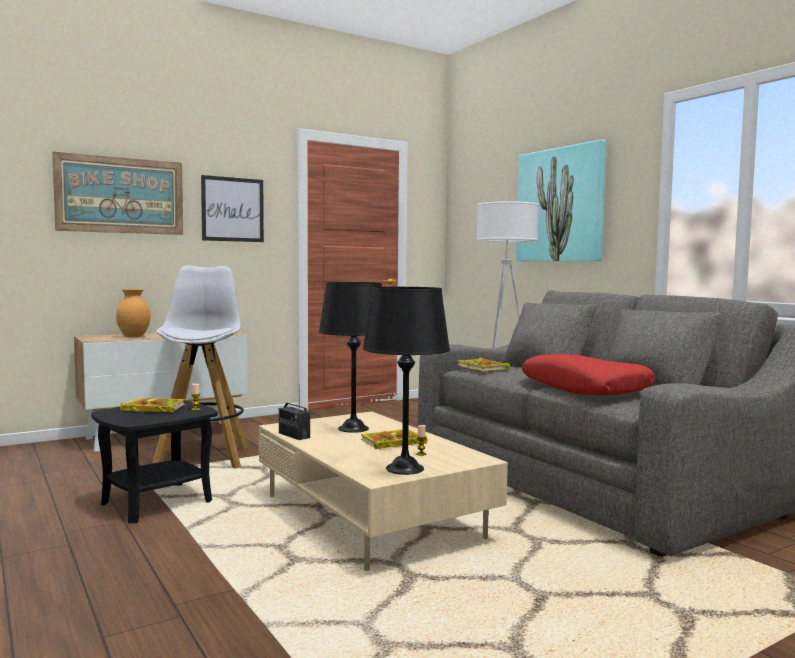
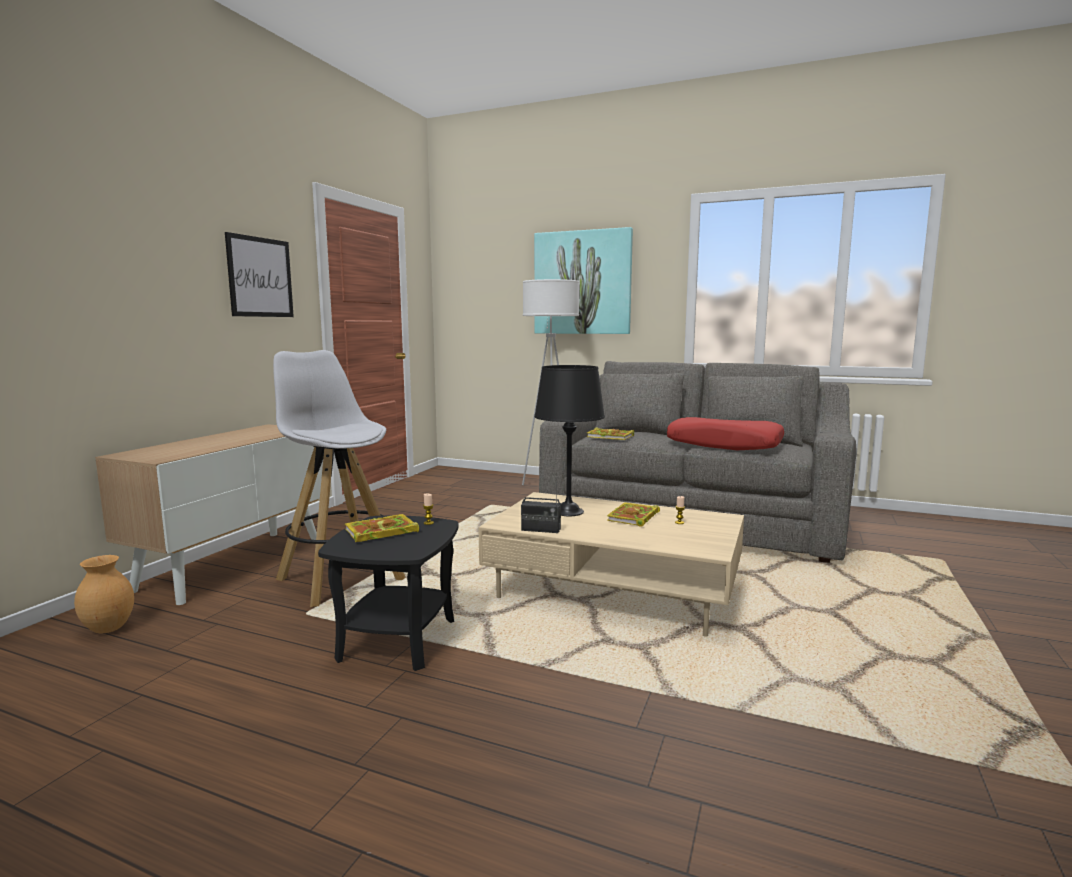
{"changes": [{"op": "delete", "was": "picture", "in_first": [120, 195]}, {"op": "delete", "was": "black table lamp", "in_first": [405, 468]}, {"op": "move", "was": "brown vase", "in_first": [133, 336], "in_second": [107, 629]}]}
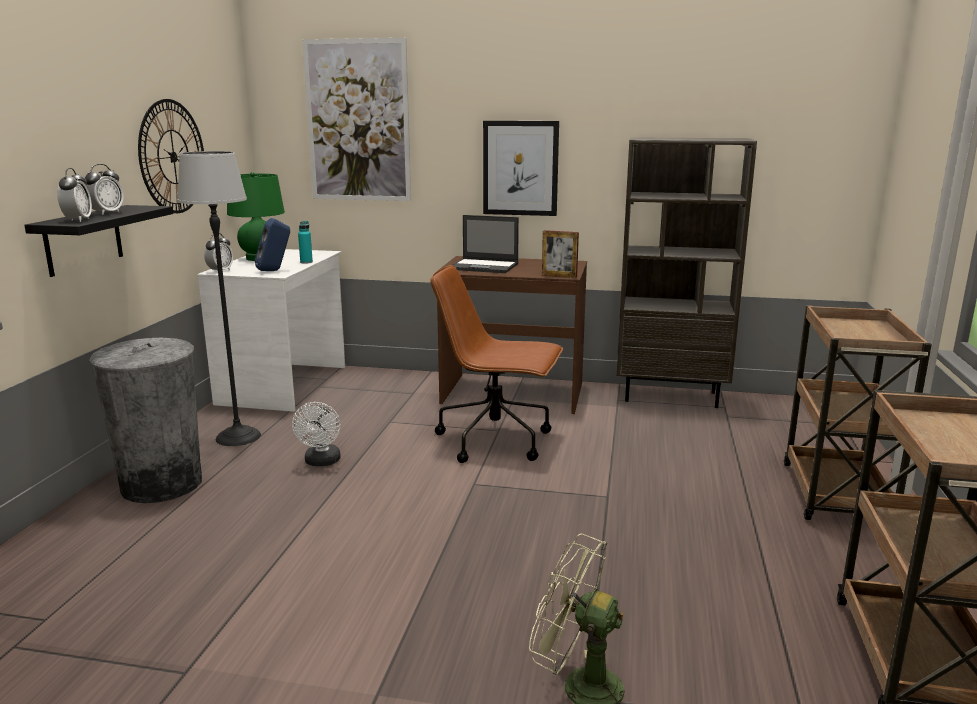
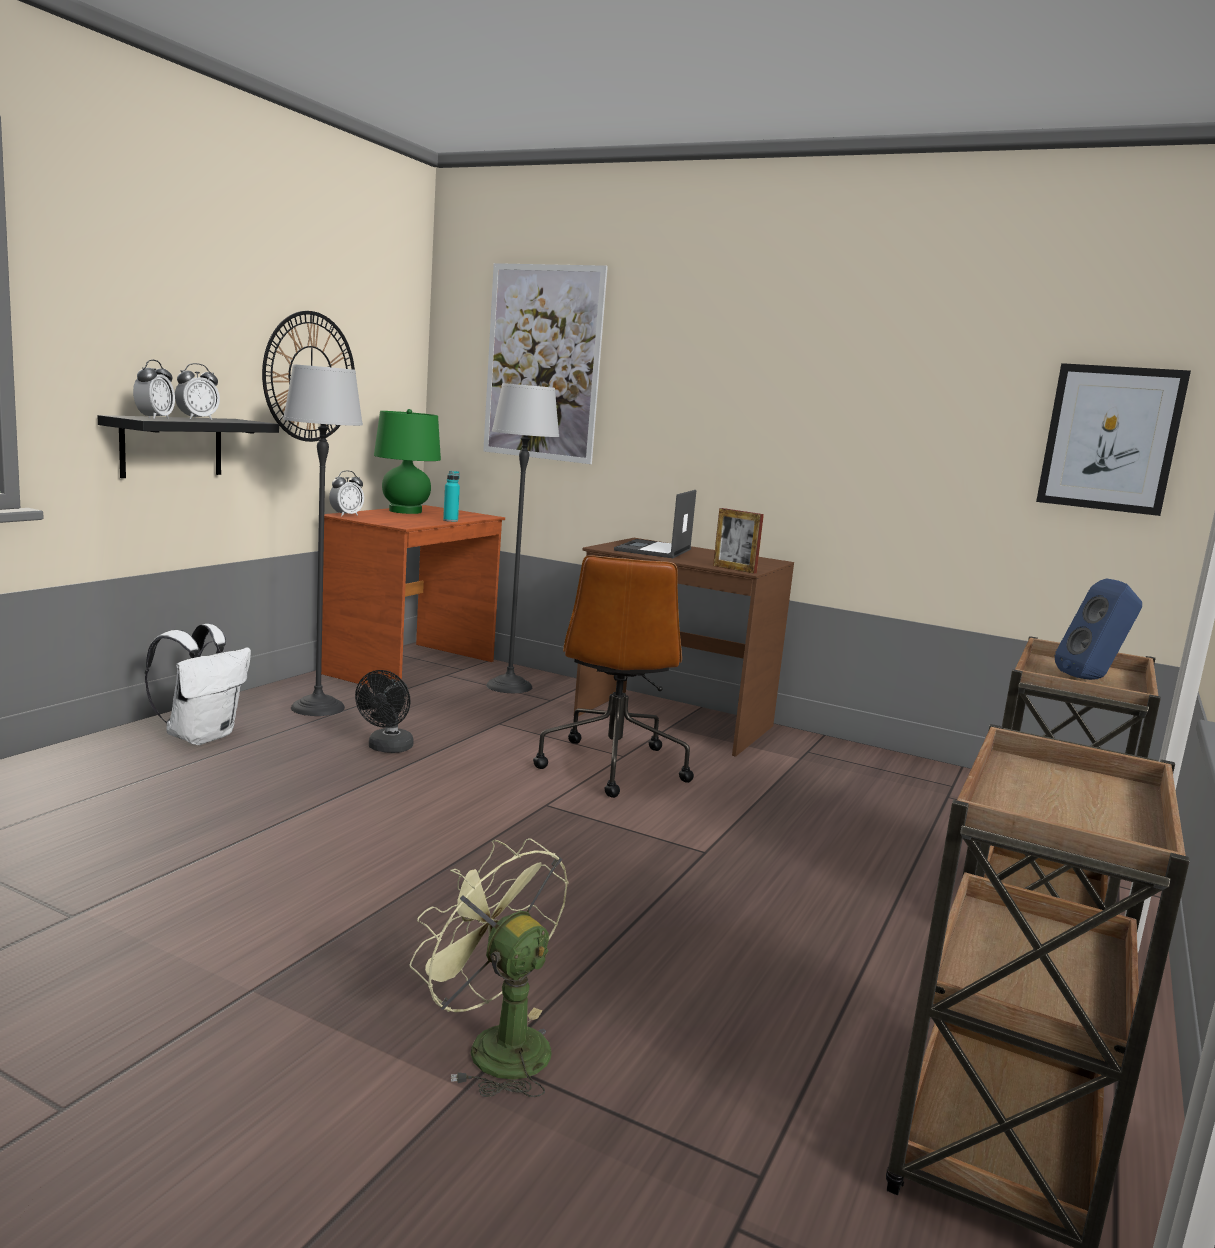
{"changes": [{"op": "move", "was": "picture", "in_first": [520, 168], "in_second": [1110, 438]}, {"op": "delete", "was": "brown bookcase", "in_first": [671, 396]}, {"op": "rotate", "was": "laptop", "in_first": [485, 266], "in_second": [653, 550], "clockwise": 75}, {"op": "move", "was": "blue speaker", "in_first": [275, 270], "in_second": [1092, 679]}, {"op": "recolor", "was": "white desk", "now": "brown desk", "in_first": [285, 385], "in_second": [410, 667]}, {"op": "rotate", "was": "brown office chair", "in_first": [496, 440], "in_second": [612, 766], "clockwise": -120}, {"op": "replace", "was": "grey trash can", "now": "white backpack", "in_first": [162, 484], "in_second": [201, 736]}, {"op": "recolor", "was": "white fan", "now": "black fan", "in_first": [321, 462], "in_second": [387, 749]}, {"op": "insert", "now": "floor lamp", "in_second": [509, 686]}]}
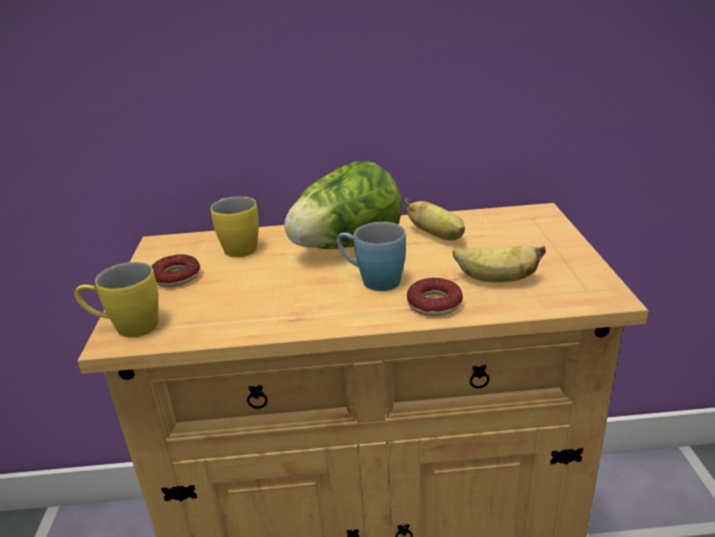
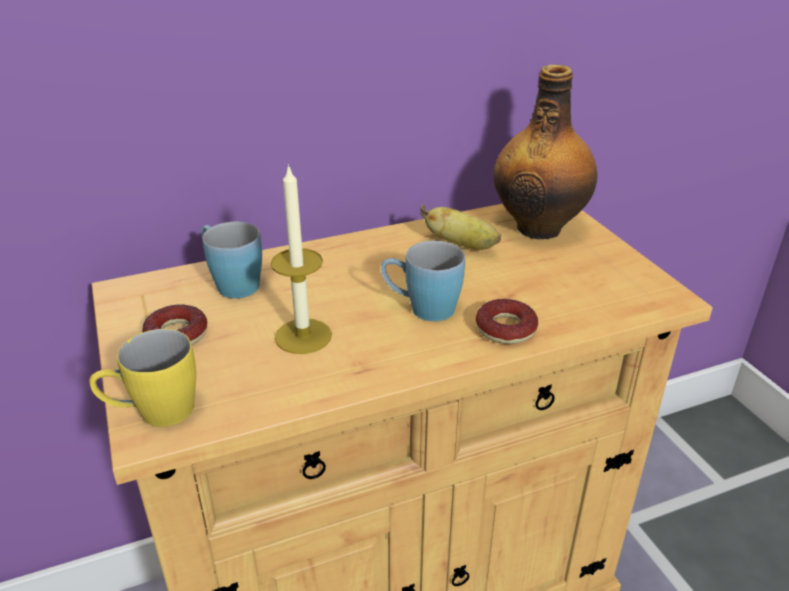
{"changes": [{"op": "delete", "was": "lettuce", "in_first": [347, 246]}, {"op": "recolor", "was": "yellow mug", "now": "blue mug", "in_first": [237, 246], "in_second": [231, 283]}, {"op": "delete", "was": "banana", "in_first": [495, 280]}, {"op": "insert", "now": "bottle", "in_second": [539, 227]}, {"op": "insert", "now": "candle", "in_second": [303, 336]}]}
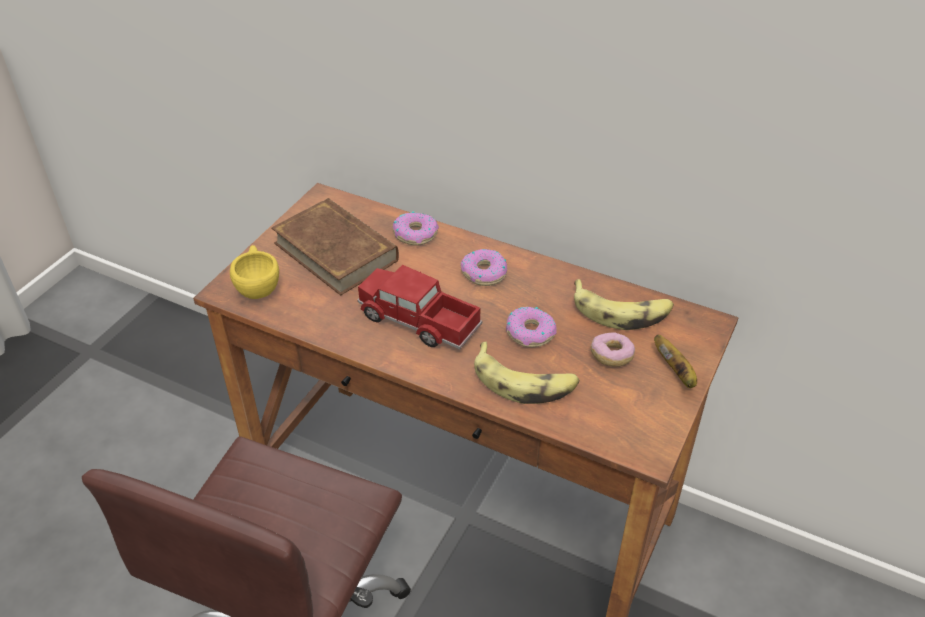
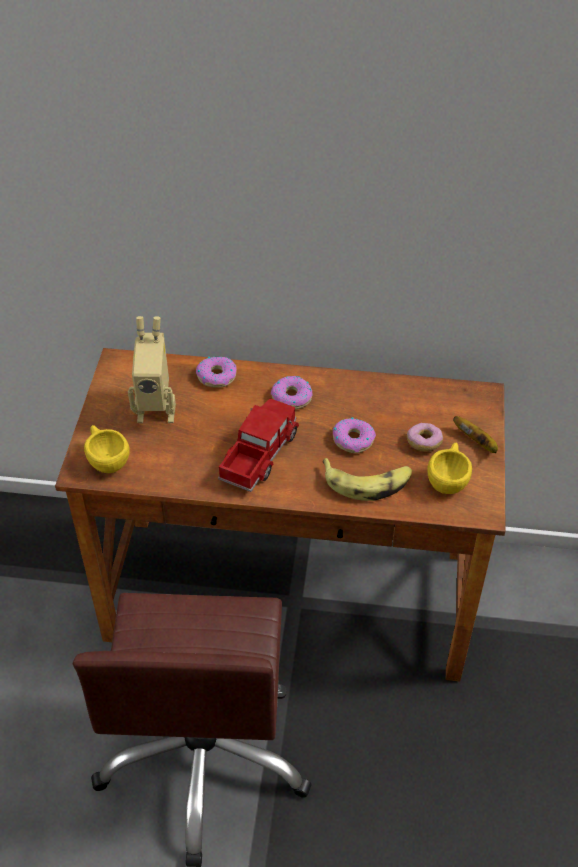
{"changes": [{"op": "replace", "was": "brown book", "now": "toy robot", "in_first": [336, 251], "in_second": [156, 410]}, {"op": "rotate", "was": "toy truck", "in_first": [418, 321], "in_second": [259, 454], "clockwise": 105}, {"op": "delete", "was": "banana", "in_first": [621, 311]}, {"op": "insert", "now": "yellow cup", "in_second": [448, 479]}]}
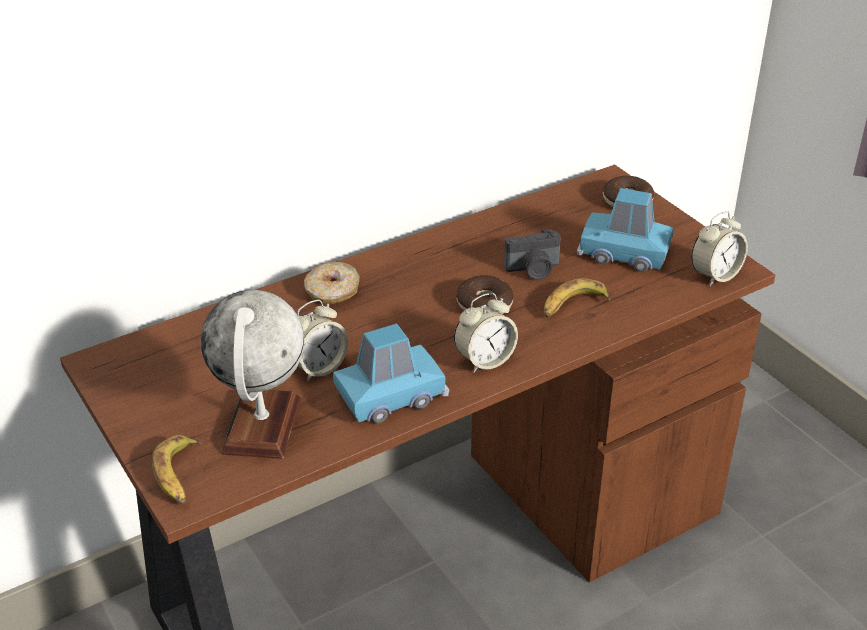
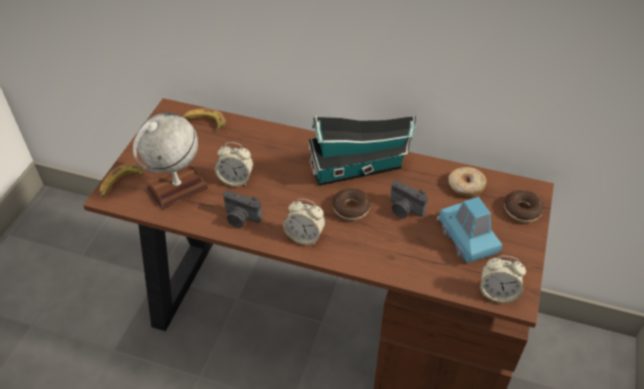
{"changes": [{"op": "move", "was": "donut", "in_first": [332, 291], "in_second": [465, 186]}, {"op": "move", "was": "banana", "in_first": [573, 305], "in_second": [204, 122]}, {"op": "replace", "was": "blue toy car", "now": "photo camera", "in_first": [391, 396], "in_second": [241, 218]}, {"op": "insert", "now": "toy house", "in_second": [360, 168]}]}
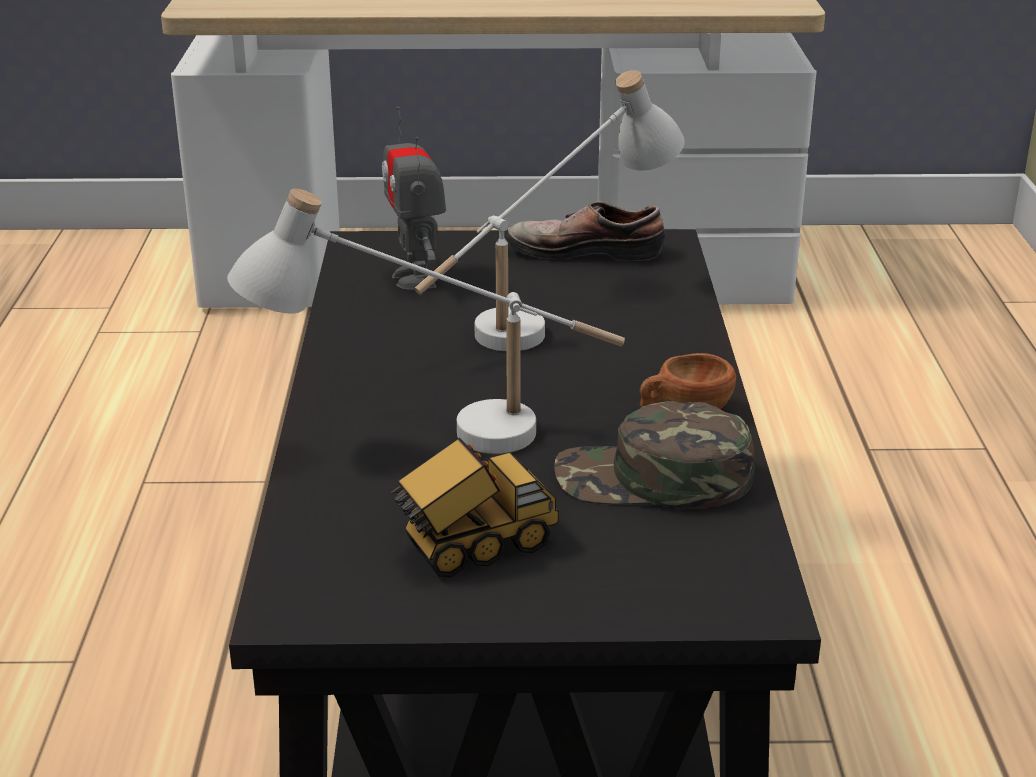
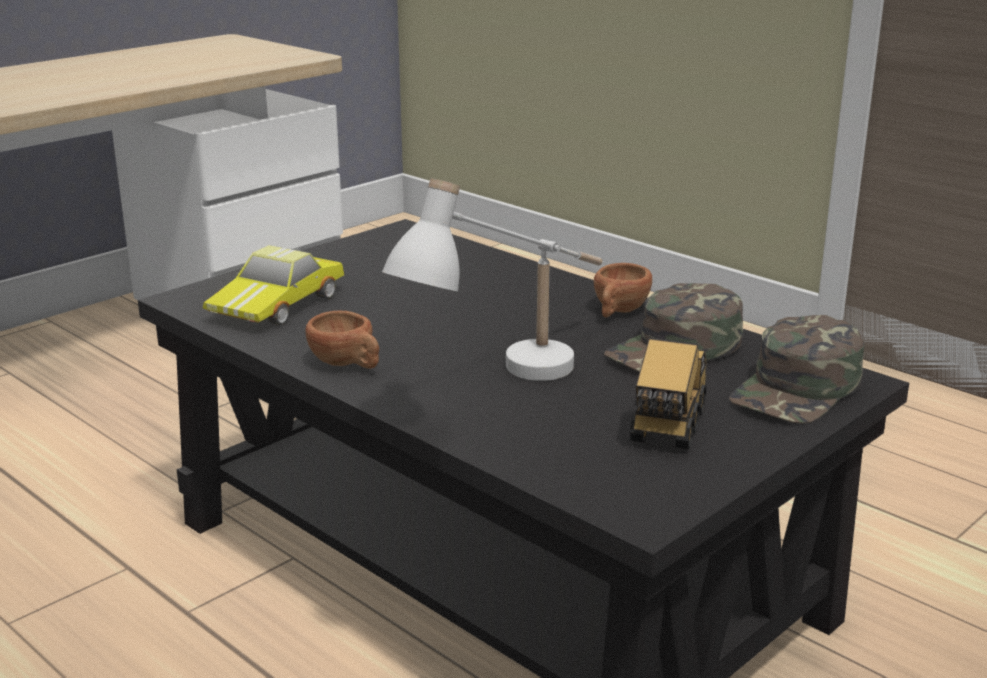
{"changes": [{"op": "delete", "was": "white table lamp", "in_first": [550, 320]}, {"op": "replace", "was": "toy robot", "now": "toy car", "in_first": [416, 279], "in_second": [280, 304]}, {"op": "delete", "was": "shoe", "in_first": [585, 249]}, {"op": "insert", "now": "brown cup", "in_second": [347, 364]}, {"op": "insert", "now": "green cap", "in_second": [798, 389]}]}
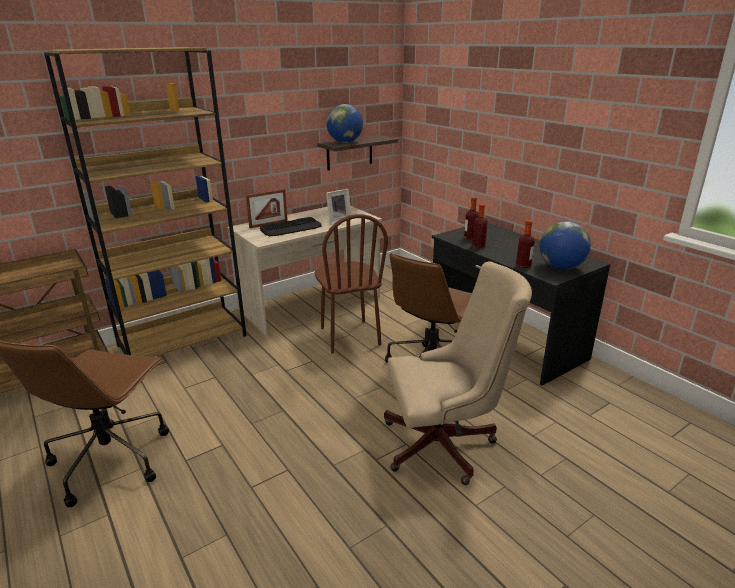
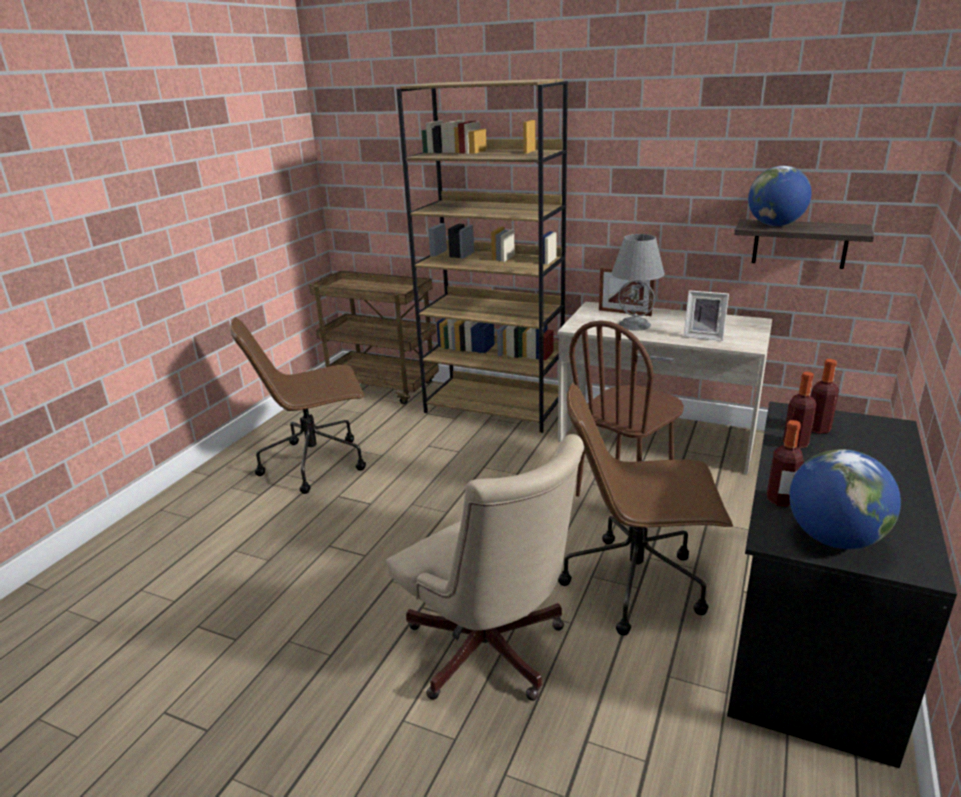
{"changes": [{"op": "replace", "was": "keyboard", "now": "grey table lamp", "in_first": [291, 228], "in_second": [635, 324]}]}
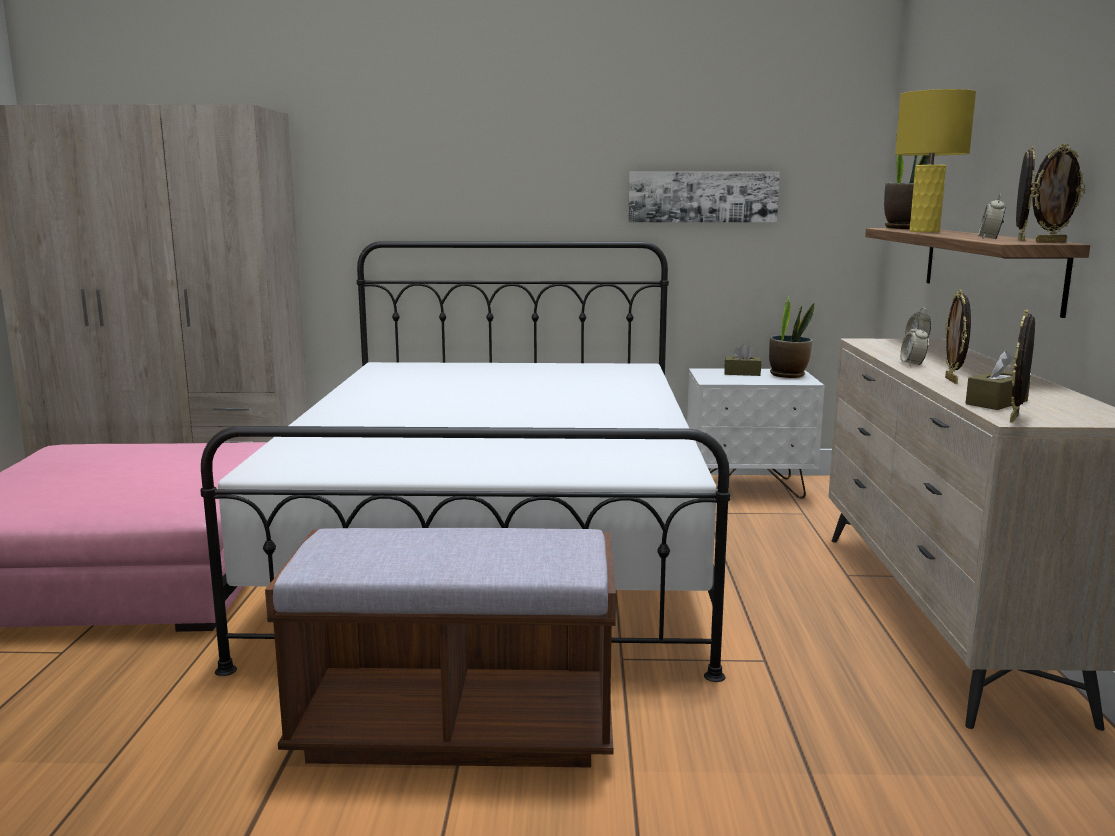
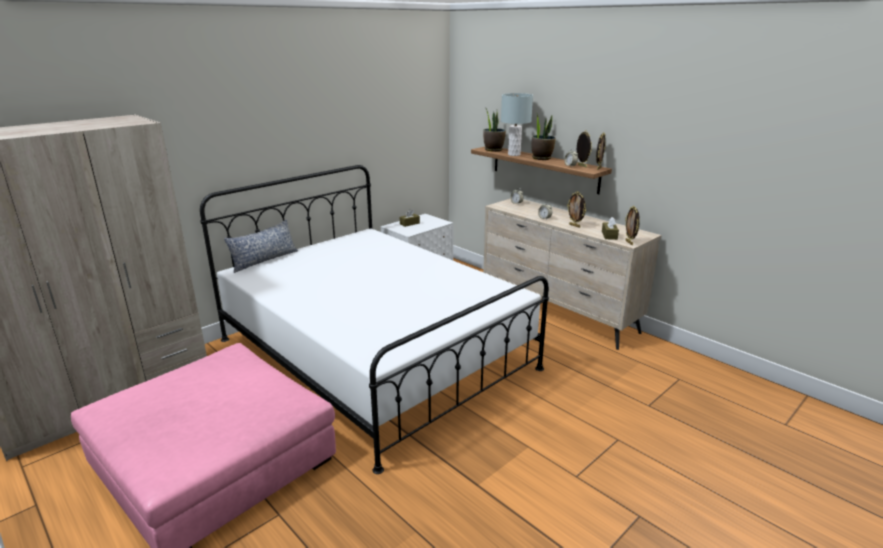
{"changes": [{"op": "recolor", "was": "yellow table lamp", "now": "grey table lamp", "in_first": [923, 231], "in_second": [514, 154]}, {"op": "delete", "was": "picture", "in_first": [702, 197]}, {"op": "move", "was": "potted plant", "in_first": [788, 375], "in_second": [541, 158]}, {"op": "delete", "was": "brown bench", "in_first": [456, 727]}, {"op": "insert", "now": "pillow", "in_second": [264, 260]}]}
